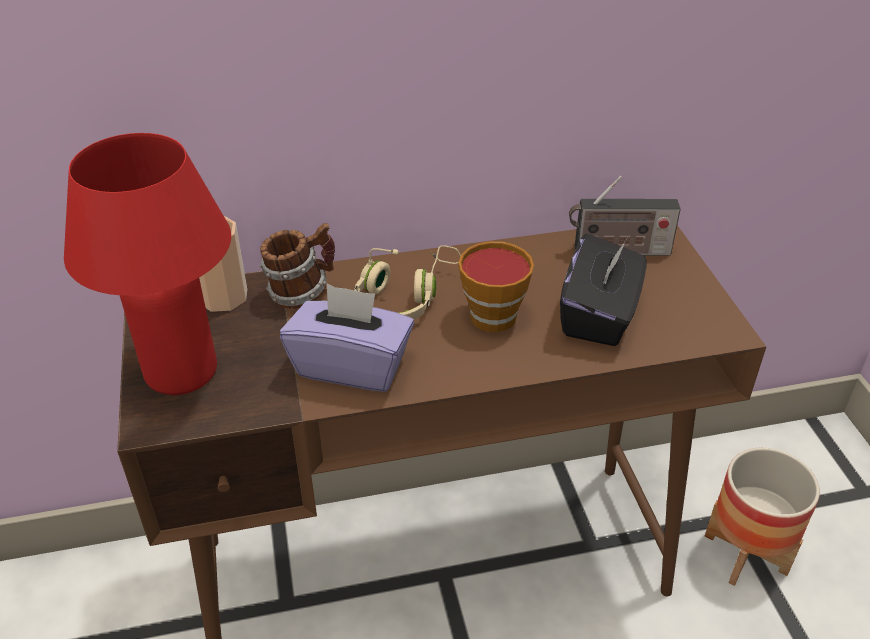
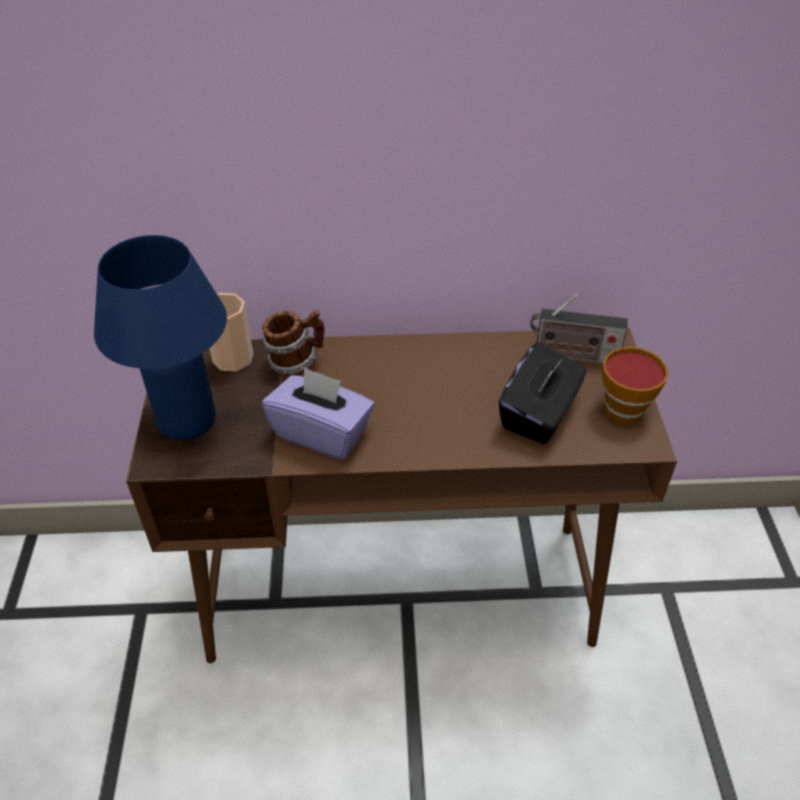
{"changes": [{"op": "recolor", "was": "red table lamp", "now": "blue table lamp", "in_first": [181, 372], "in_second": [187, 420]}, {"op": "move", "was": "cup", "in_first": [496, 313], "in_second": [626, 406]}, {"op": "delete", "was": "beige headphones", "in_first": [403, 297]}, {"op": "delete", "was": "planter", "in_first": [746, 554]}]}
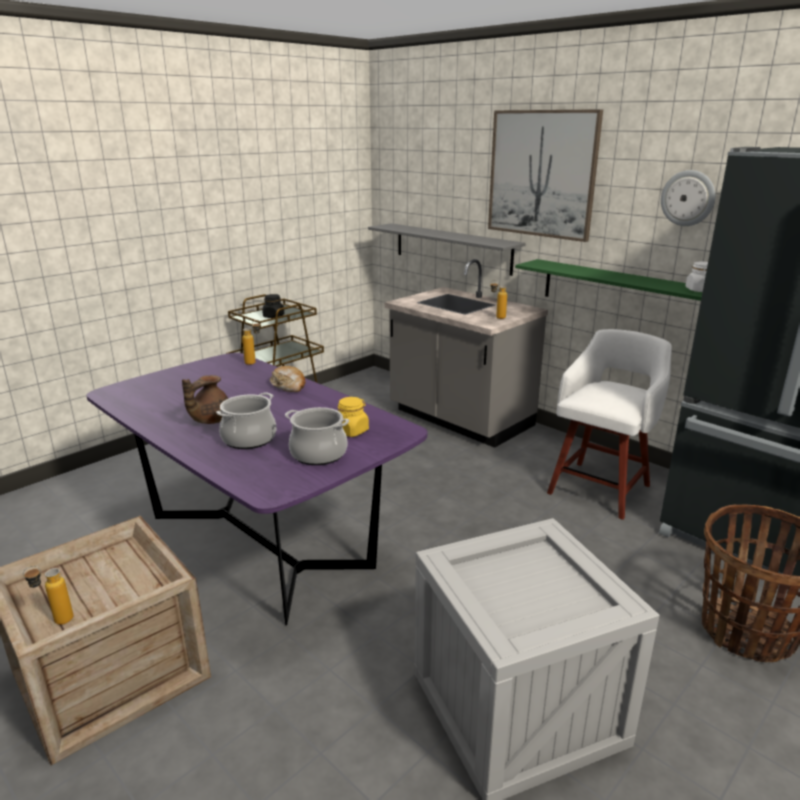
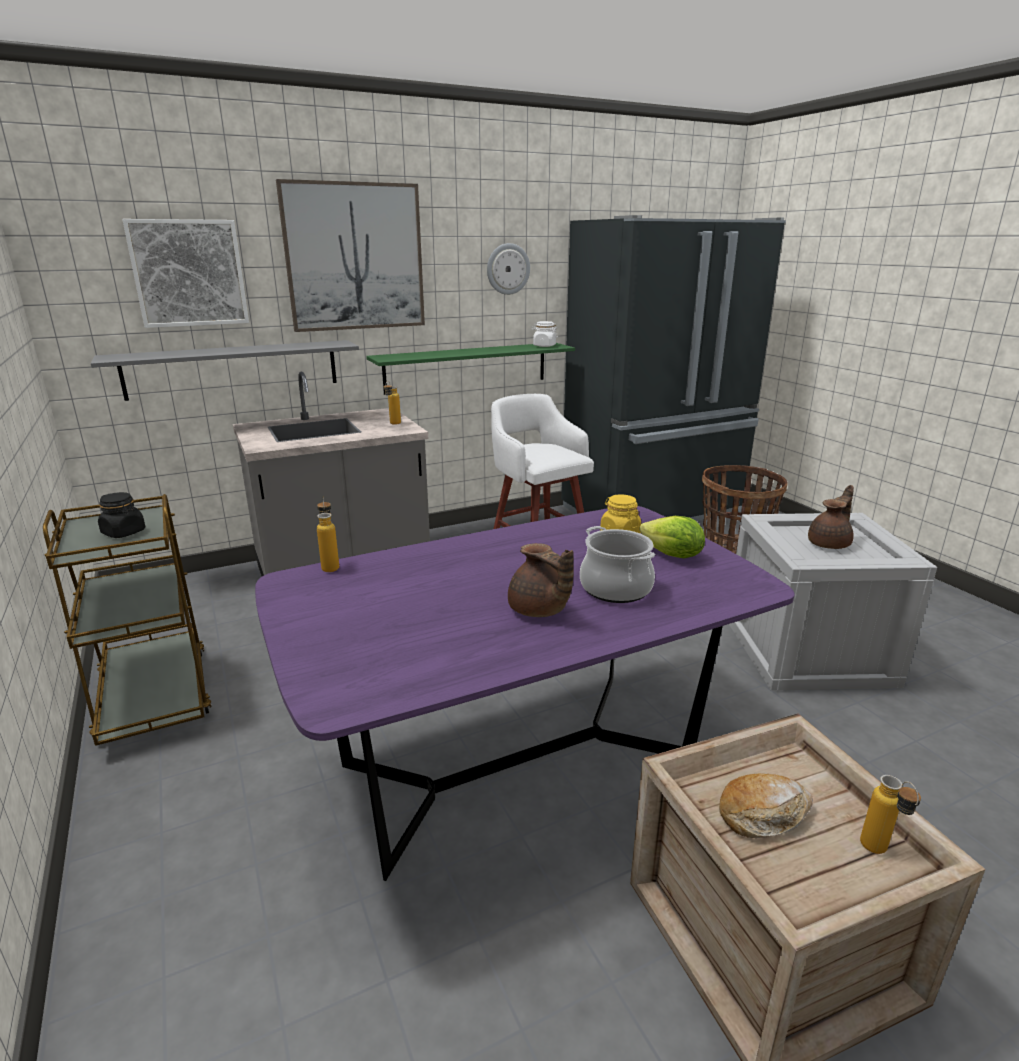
{"changes": [{"op": "move", "was": "bread", "in_first": [289, 386], "in_second": [763, 814]}, {"op": "replace", "was": "cooking pot", "now": "lettuce", "in_first": [318, 454], "in_second": [672, 555]}, {"op": "insert", "now": "picture", "in_second": [189, 273]}, {"op": "insert", "now": "brown teapot", "in_second": [830, 544]}]}
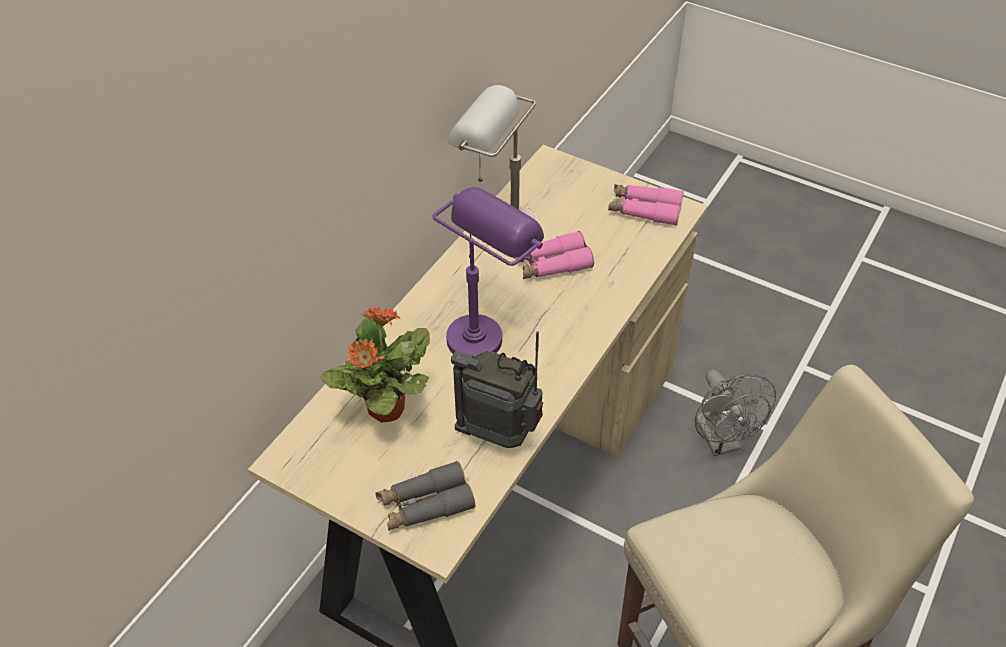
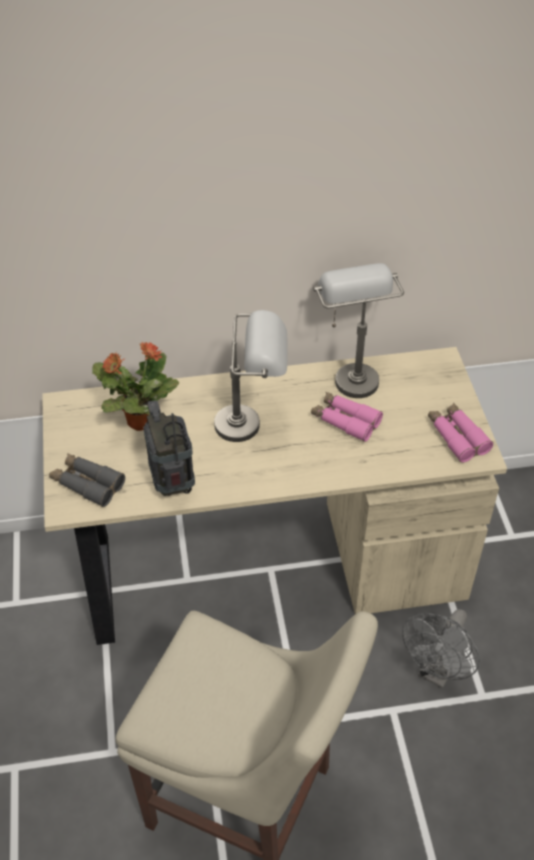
{"changes": [{"op": "recolor", "was": "purple table lamp", "now": "grey table lamp", "in_first": [486, 328], "in_second": [253, 424]}]}
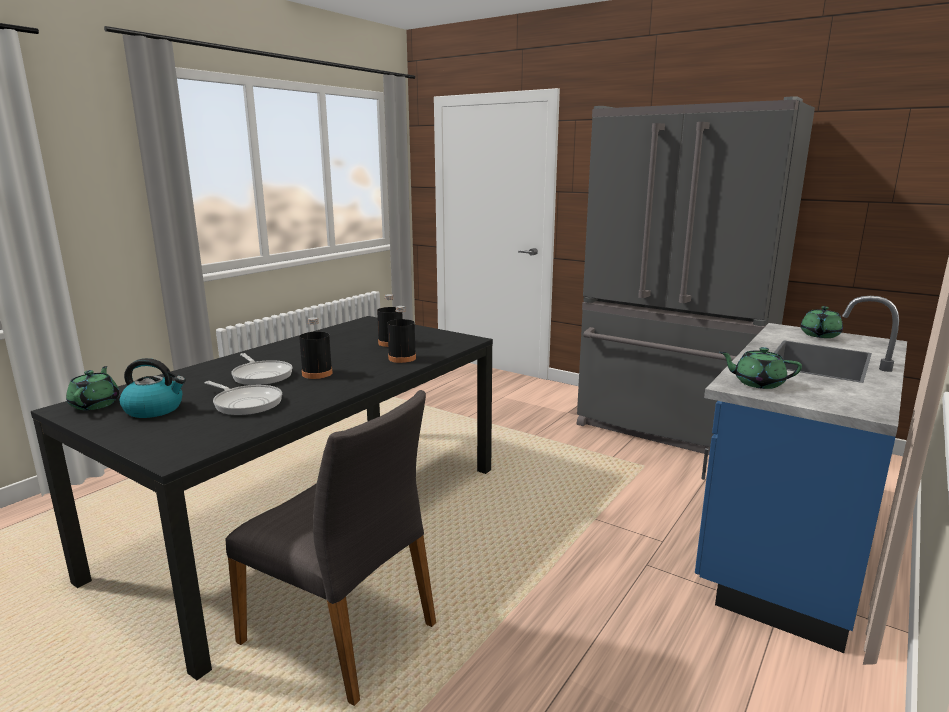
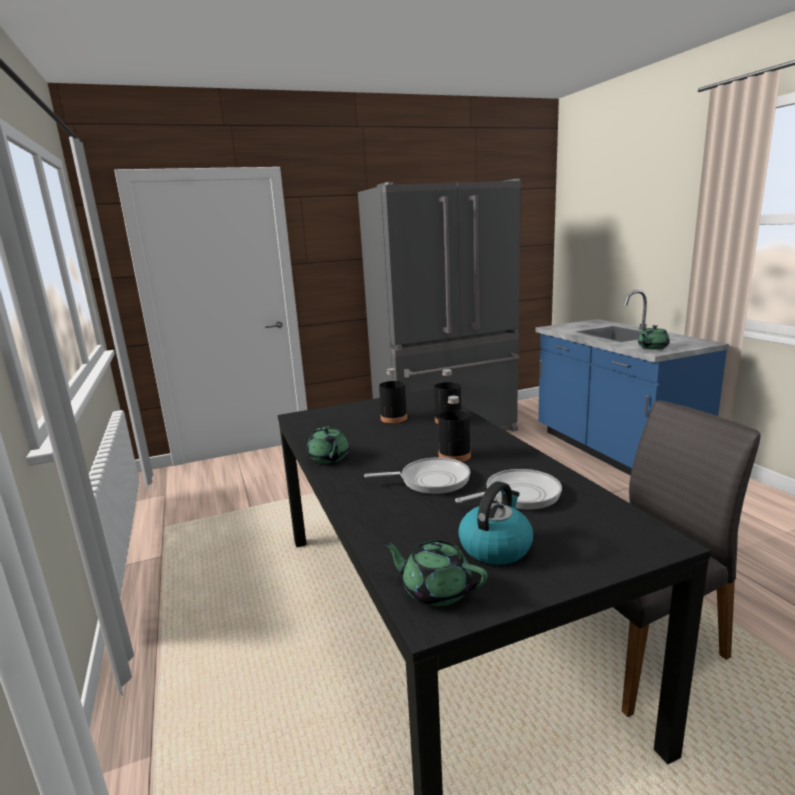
{"changes": [{"op": "move", "was": "green teapot", "in_first": [819, 335], "in_second": [329, 458]}]}
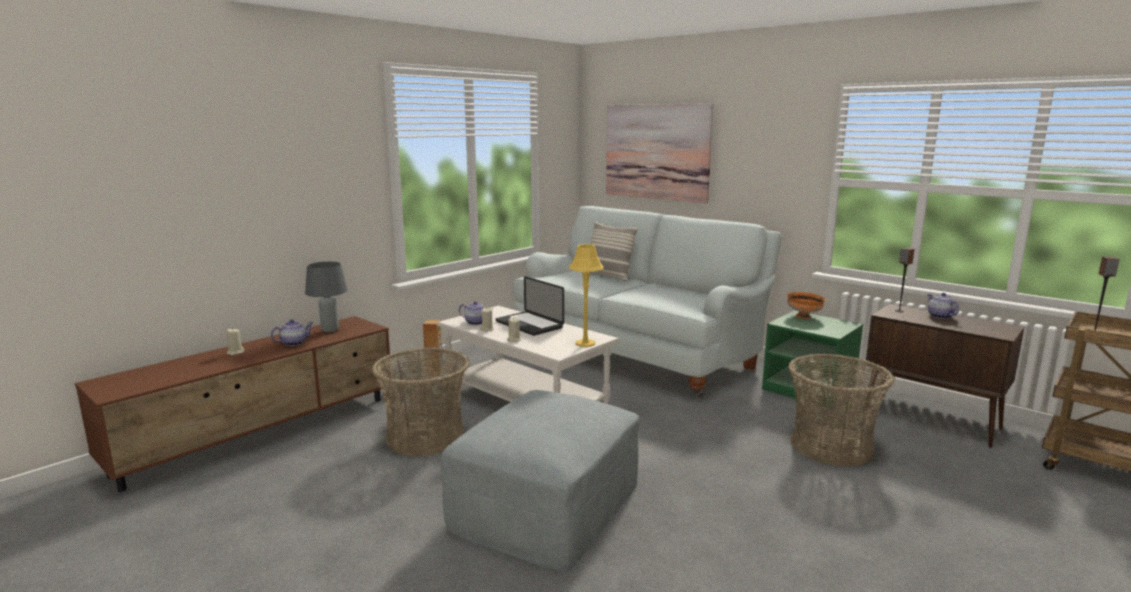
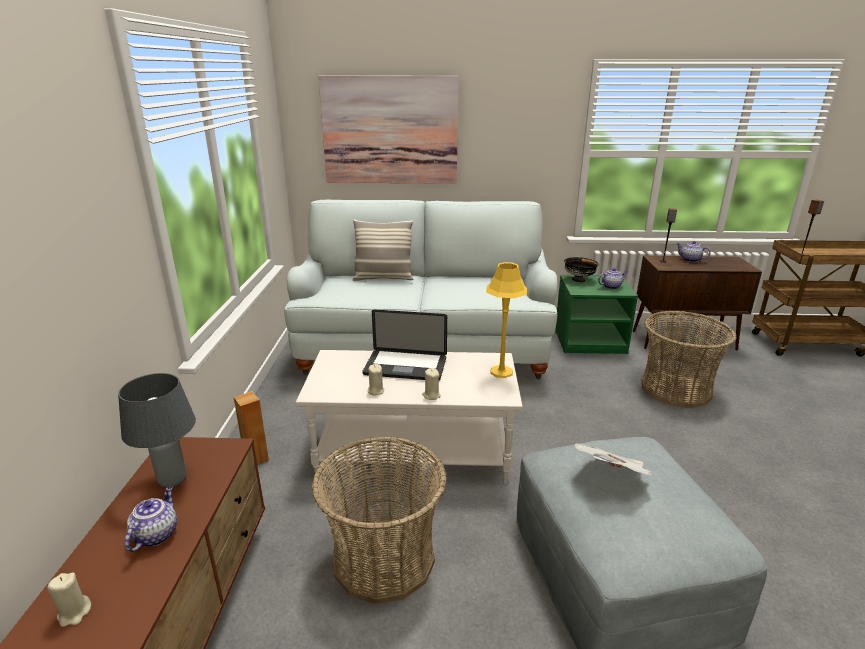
{"changes": [{"op": "recolor", "was": "orange bowl", "now": "black bowl", "in_first": [804, 316], "in_second": [578, 279]}, {"op": "move", "was": "teapot", "in_first": [476, 322], "in_second": [611, 286]}, {"op": "insert", "now": "newspaper", "in_second": [612, 475]}]}
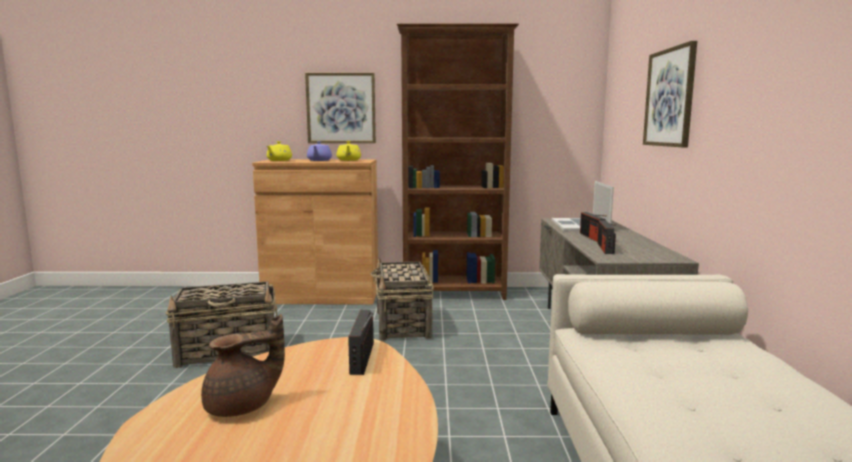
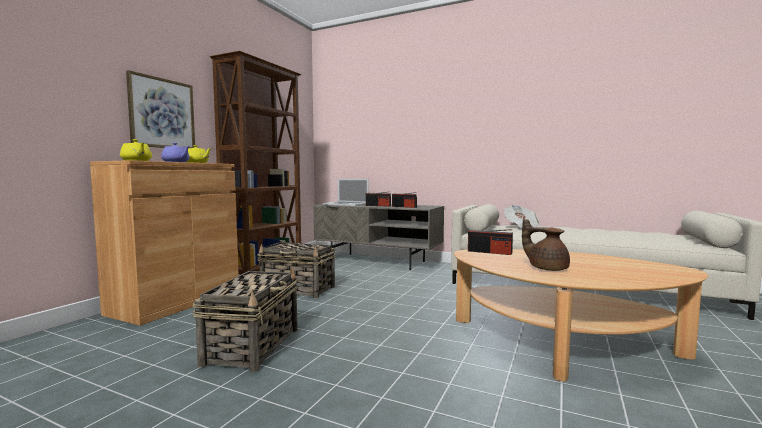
{"changes": [{"op": "delete", "was": "picture", "in_first": [670, 97]}, {"op": "rotate", "was": "brown teapot", "in_first": [242, 406], "in_second": [546, 268], "clockwise": -45}, {"op": "insert", "now": "newspaper", "in_second": [521, 226]}]}
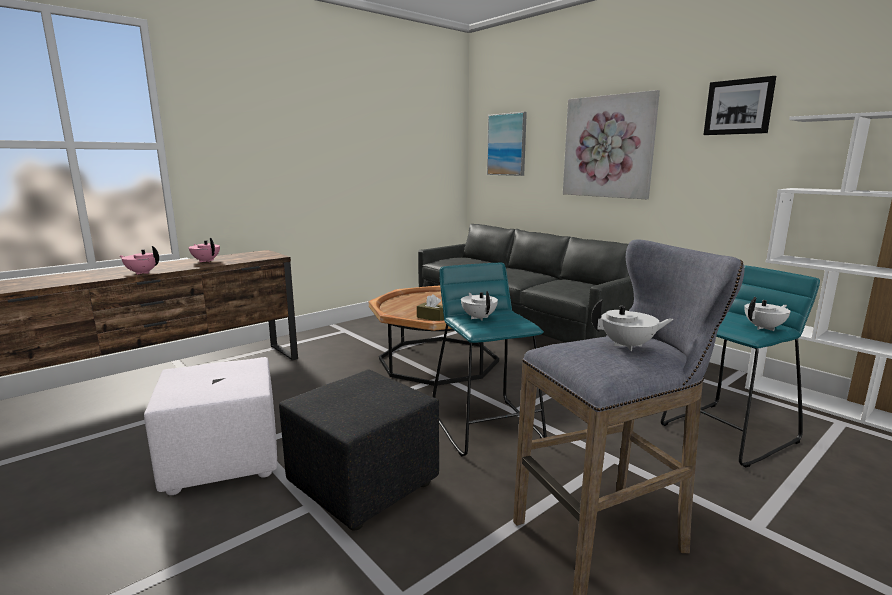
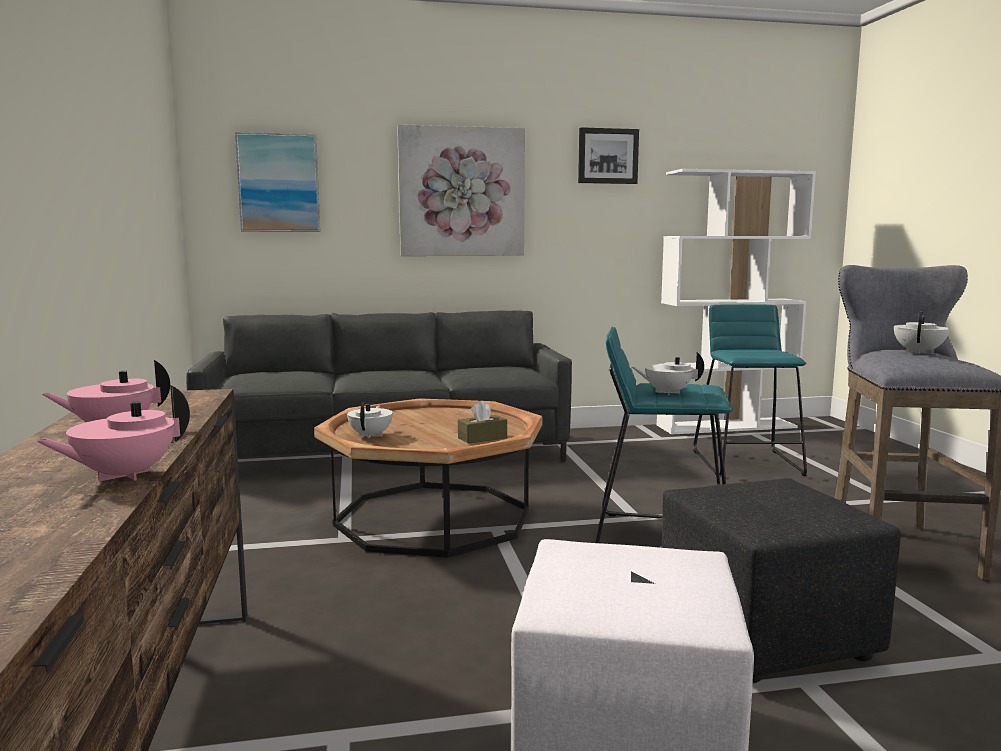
{"changes": [{"op": "move", "was": "white teapot", "in_first": [764, 328], "in_second": [371, 435]}]}
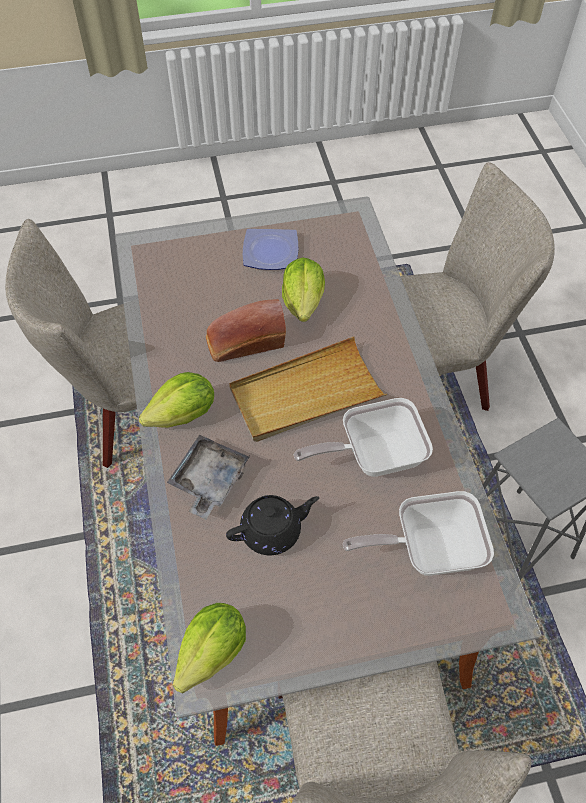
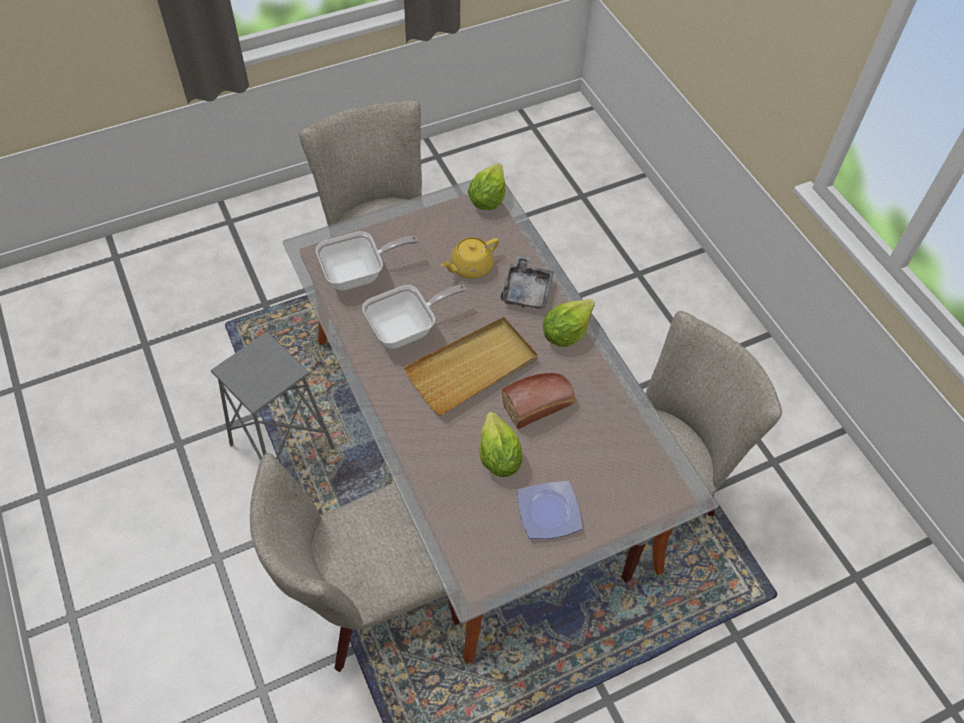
{"changes": [{"op": "recolor", "was": "black teapot", "now": "yellow teapot", "in_first": [272, 531], "in_second": [470, 267]}]}
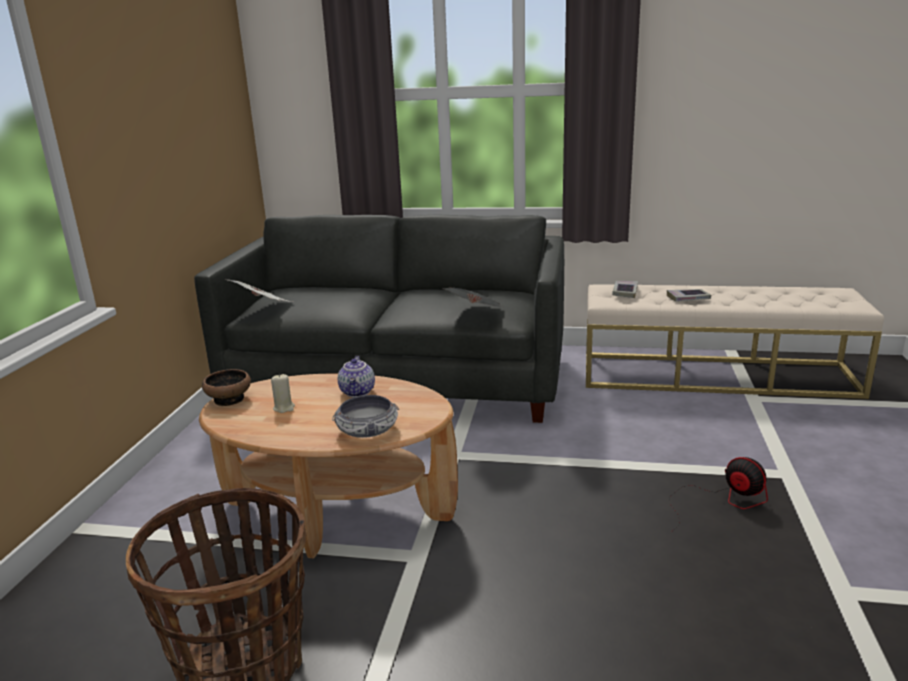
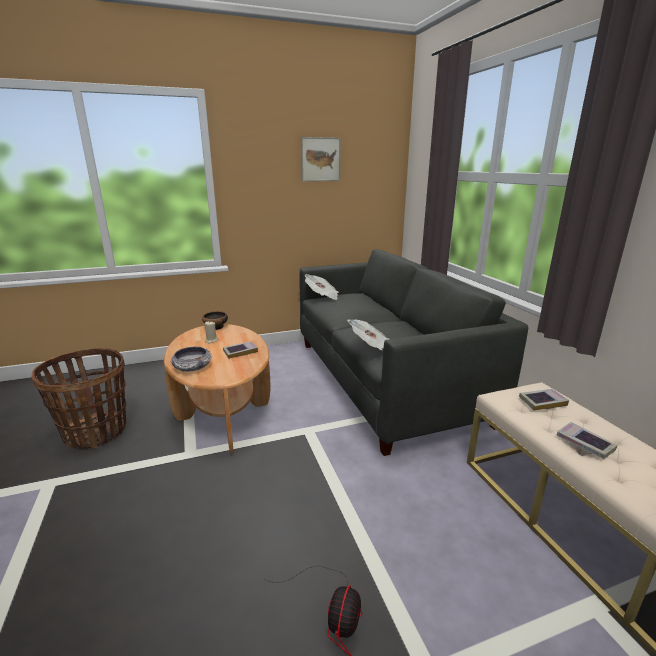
{"changes": [{"op": "replace", "was": "teapot", "now": "book", "in_first": [358, 392], "in_second": [240, 352]}, {"op": "insert", "now": "picture", "in_second": [320, 159]}]}
